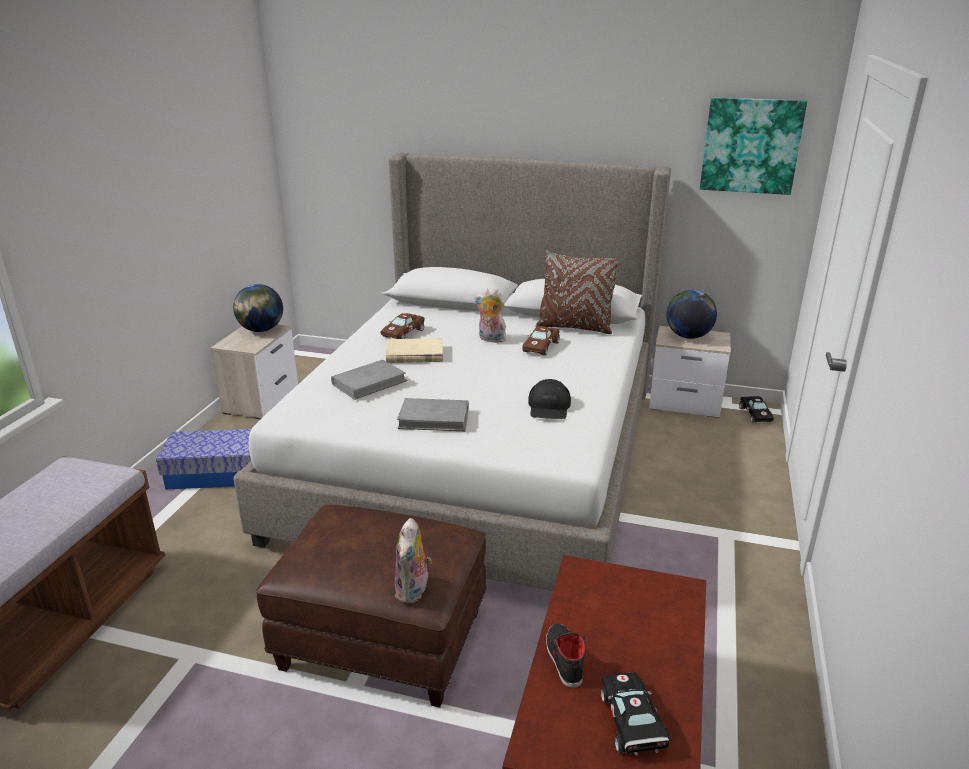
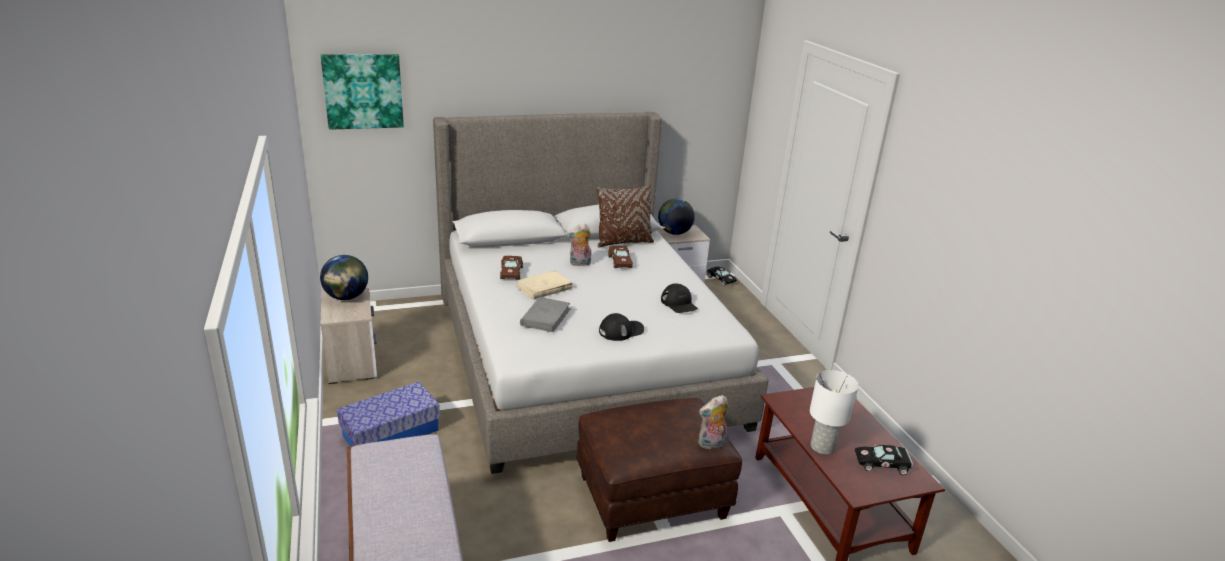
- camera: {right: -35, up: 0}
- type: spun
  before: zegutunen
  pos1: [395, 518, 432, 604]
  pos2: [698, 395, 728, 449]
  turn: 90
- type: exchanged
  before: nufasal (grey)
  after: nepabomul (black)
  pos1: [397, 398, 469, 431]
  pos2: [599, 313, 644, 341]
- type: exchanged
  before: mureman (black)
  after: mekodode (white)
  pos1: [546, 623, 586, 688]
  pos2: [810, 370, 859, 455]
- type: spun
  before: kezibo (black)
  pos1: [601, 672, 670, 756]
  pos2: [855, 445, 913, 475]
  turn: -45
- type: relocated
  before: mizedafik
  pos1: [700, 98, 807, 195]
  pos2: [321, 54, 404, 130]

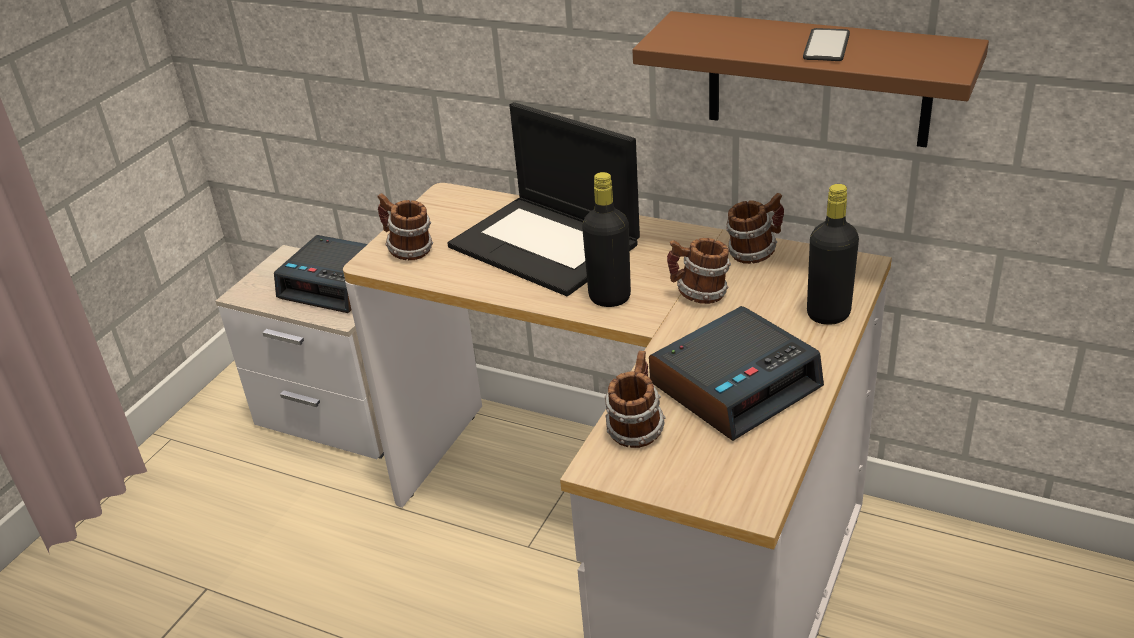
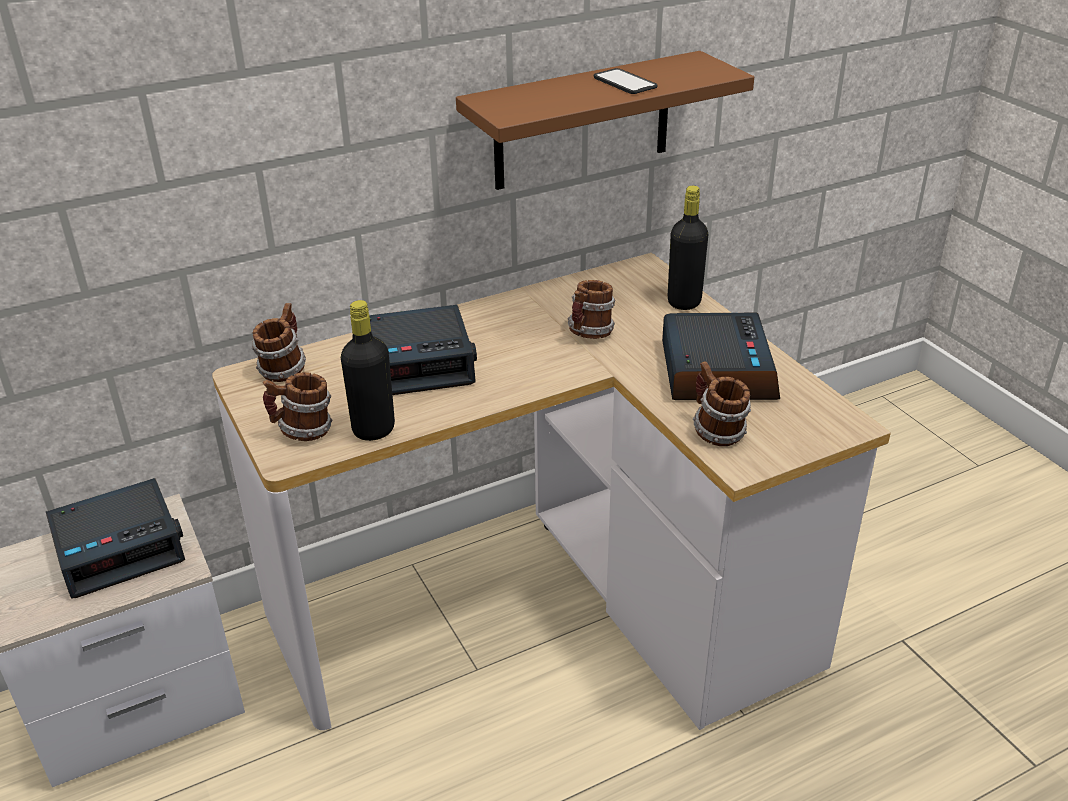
- camera: {right: -55, up: 0}
- type: exchanged
  before: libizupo
  after: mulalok
  pos1: [447, 102, 640, 296]
  pos2: [369, 305, 477, 395]
- type: relocated
  before: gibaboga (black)
  pos1: [582, 172, 631, 307]
  pos2: [341, 300, 395, 441]
- type: relocated
  before: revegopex
  pos1: [726, 193, 784, 264]
  pos2: [252, 303, 306, 382]

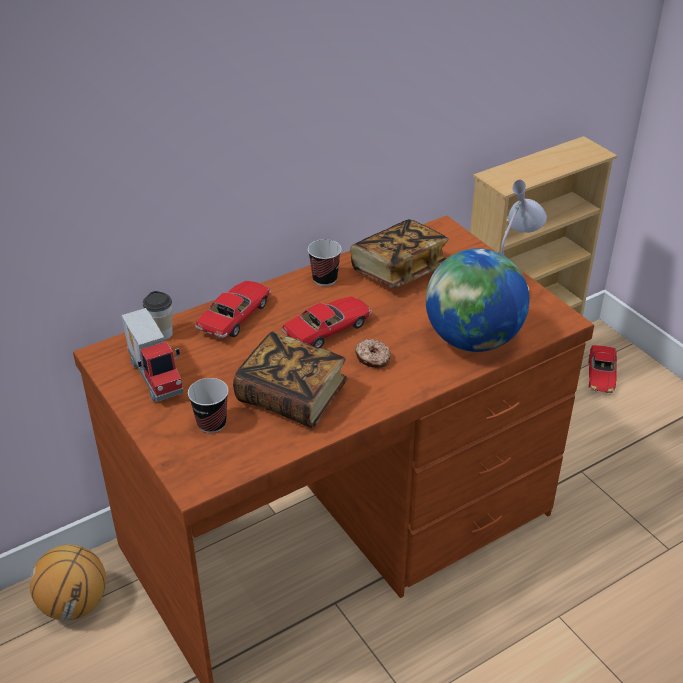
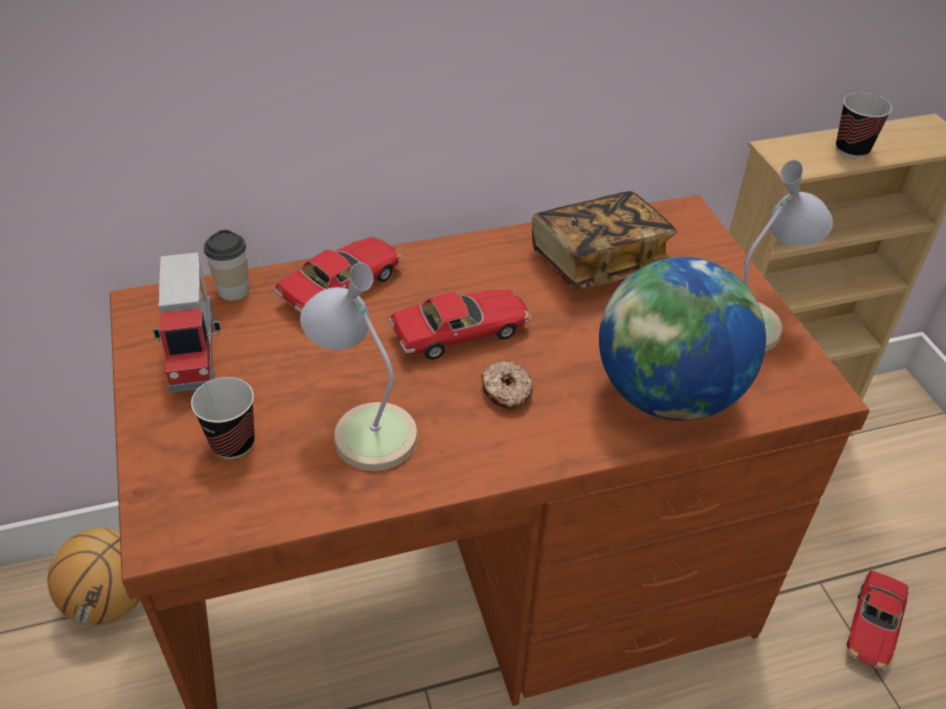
- camera: {right: 15, up: 5}
- type: exchanged
  before: nufasal
  after: mekodode
  pos1: [233, 331, 348, 428]
  pos2: [300, 263, 418, 471]
- type: relocated
  before: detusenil
  pos1: [308, 239, 342, 286]
  pos2: [836, 92, 892, 158]
- type: relocated
  before: kezibo
  pos1: [588, 345, 617, 393]
  pos2: [847, 571, 909, 670]

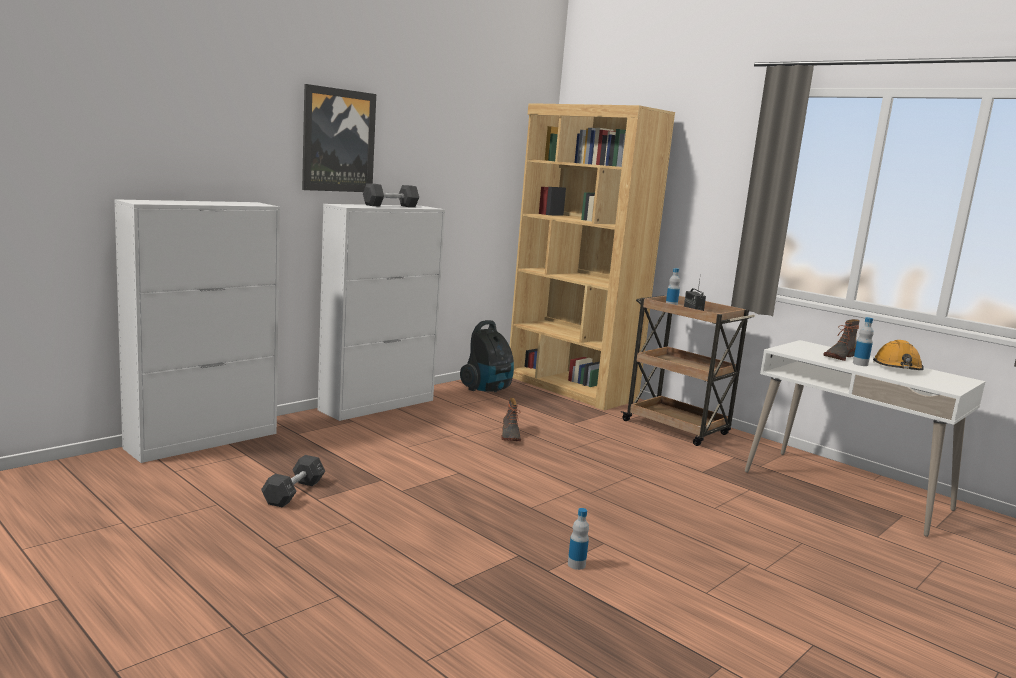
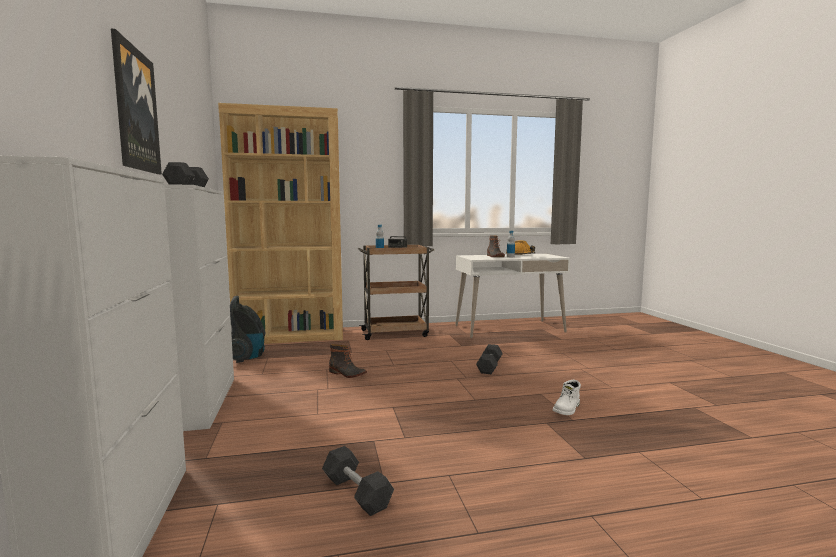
- camera: {right: -55, up: -5}
- type: exchanged
  before: gibaboga
  after: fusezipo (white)
  pos1: [568, 508, 589, 570]
  pos2: [553, 380, 581, 415]
- type: appeared
  after: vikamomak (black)
  pos2: [476, 344, 503, 374]

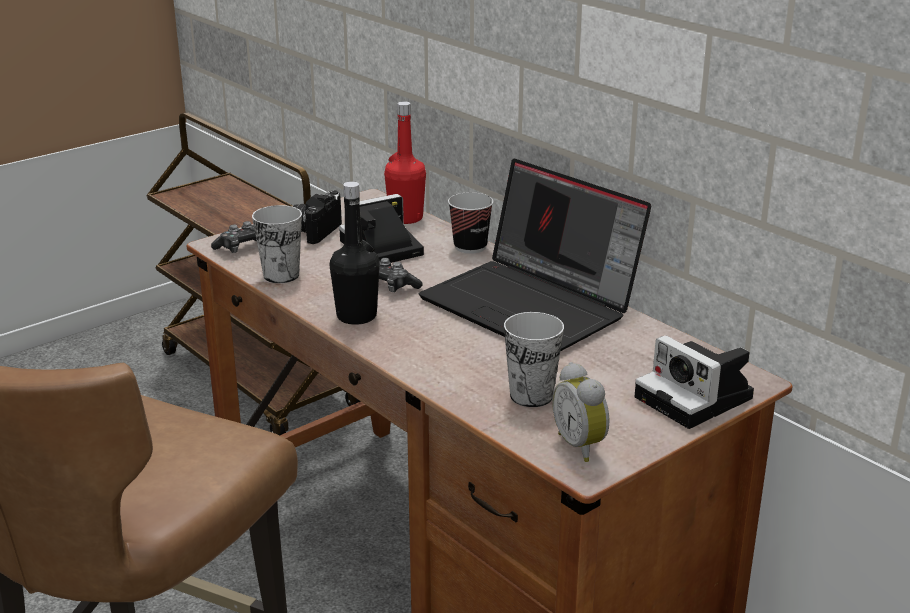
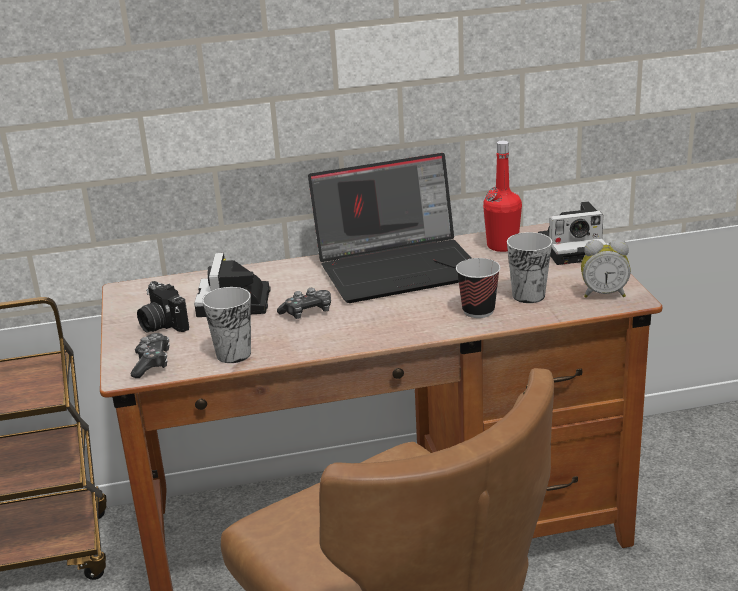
- camera: {right: -60, up: 0}
- type: missing
  before: gibaboga (black)
  pos1: [330, 181, 380, 325]
- type: relocated
  before: gibaboga (red)
  pos1: [384, 101, 426, 224]
  pos2: [483, 141, 522, 252]
- type: relocated
  before: detusenil
  pos1: [448, 192, 493, 254]
  pos2: [456, 258, 500, 318]

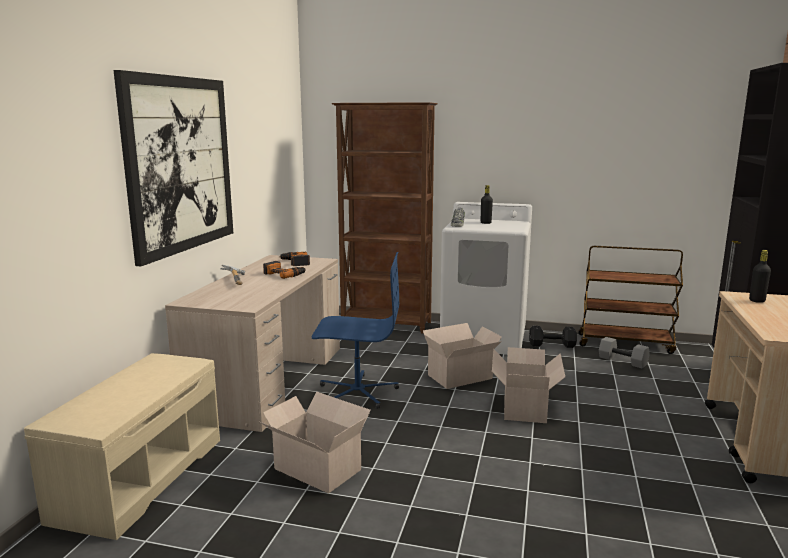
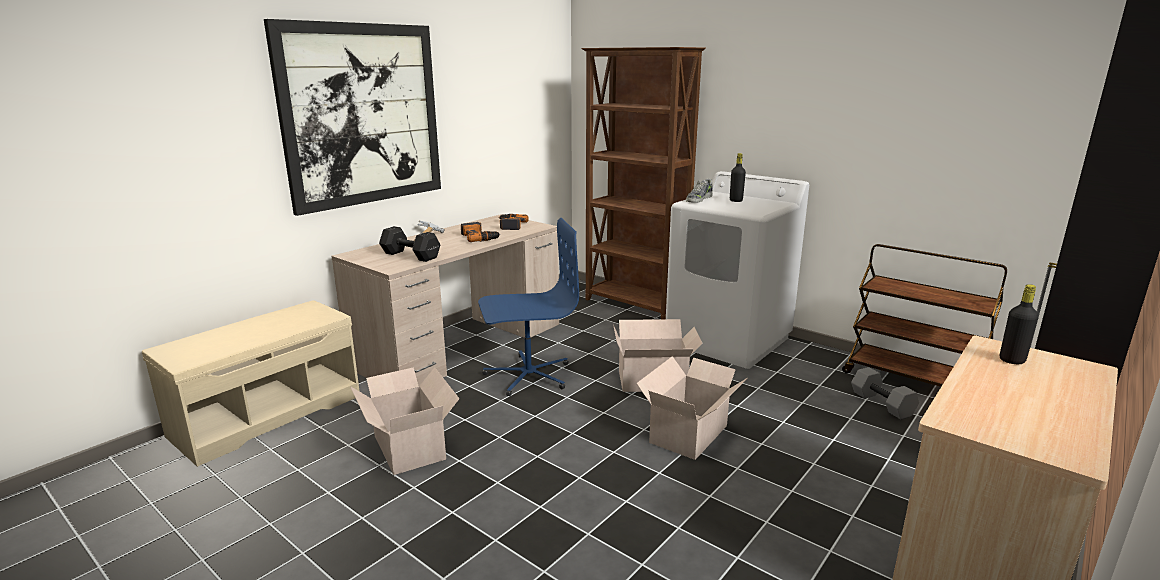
- camera: {right: 25, up: 5}
- type: spun
  before: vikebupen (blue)
  pos1: [312, 252, 399, 409]
  pos2: [478, 218, 579, 396]
  turn: -45
- type: relocated
  before: vikamomak (black)
  pos1: [529, 326, 577, 348]
  pos2: [379, 226, 440, 262]

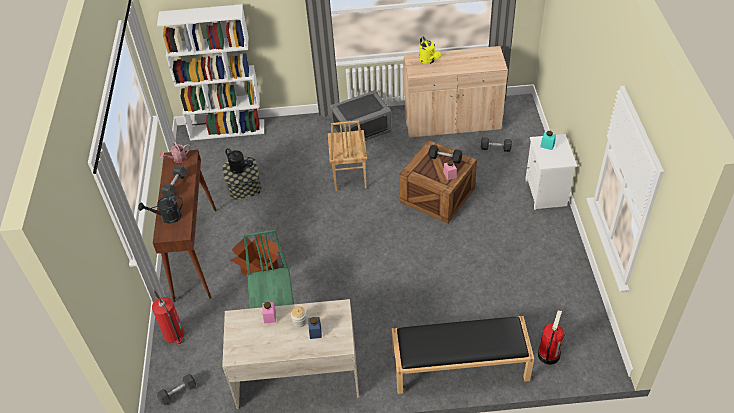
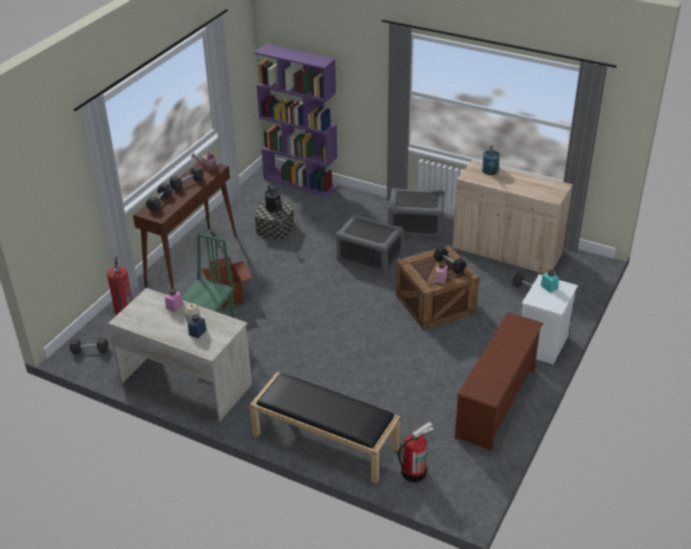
- camera: {right: 30, up: -10}
- type: exchanged
  before: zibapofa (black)
  after: vikamomak (black)
  pos1: [138, 195, 183, 224]
  pos2: [145, 183, 173, 212]
- type: colour
  before: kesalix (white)
  after: kesalix (purple)
  pos1: [157, 4, 264, 141]
  pos2: [254, 44, 338, 197]
- type: exchanged
  before: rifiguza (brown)
  after: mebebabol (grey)
  pos1: [328, 121, 367, 191]
  pos2: [336, 214, 403, 275]
- type: colour
  before: zibapofa (yellow)
  after: zibapofa (turquoise)
  pos1: [419, 37, 441, 64]
  pos2: [482, 145, 500, 175]
- type: appeared
  after: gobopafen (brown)
  pos2: [455, 312, 543, 450]

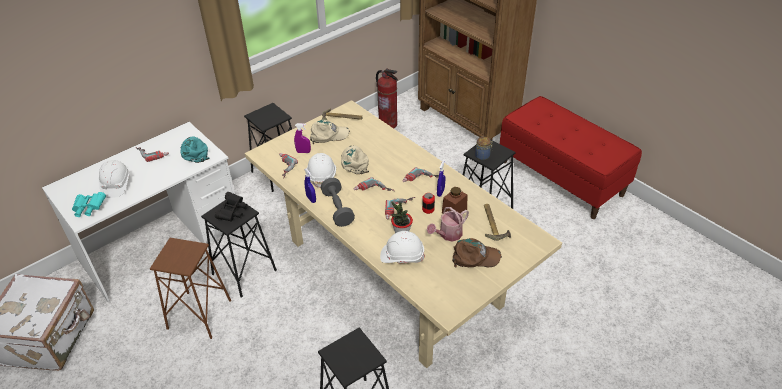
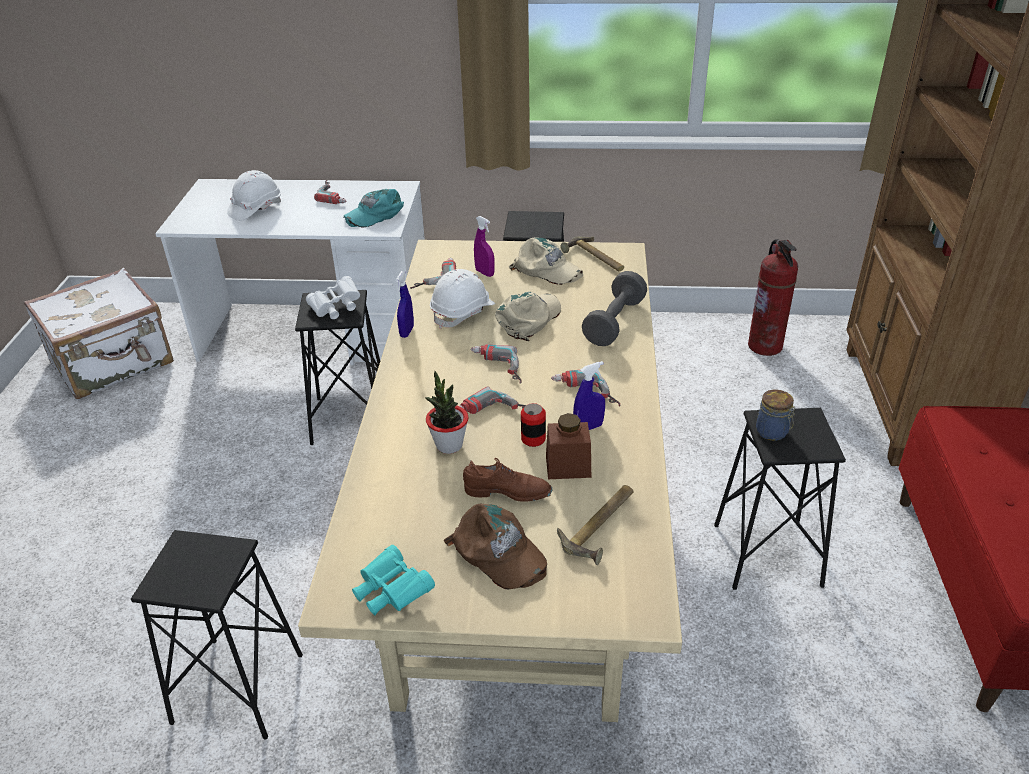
- camera: {right: 45, up: -5}
- type: relocated
  before: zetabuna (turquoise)
  pos1: [72, 192, 106, 217]
  pos2: [352, 545, 435, 615]
- type: missing
  before: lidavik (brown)
  pos1: [150, 238, 231, 339]
- type: spun
  before: nepabomul (turquoise)
  pos1: [180, 137, 209, 163]
  pos2: [344, 189, 404, 227]
  turn: -150
- type: colour
  before: zetabuna (black)
  after: zetabuna (white)
  pos1: [215, 192, 247, 222]
  pos2: [306, 276, 360, 319]
- type: relocated
  before: vikamomak (grey)
  pos1: [321, 178, 355, 227]
  pos2: [582, 271, 647, 346]
- type: missing
  before: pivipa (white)
  pos1: [380, 231, 425, 264]
- type: exchanged
  before: zibapofa
  after: mureman (brown)
  pos1: [427, 207, 469, 242]
  pos2: [463, 458, 553, 502]

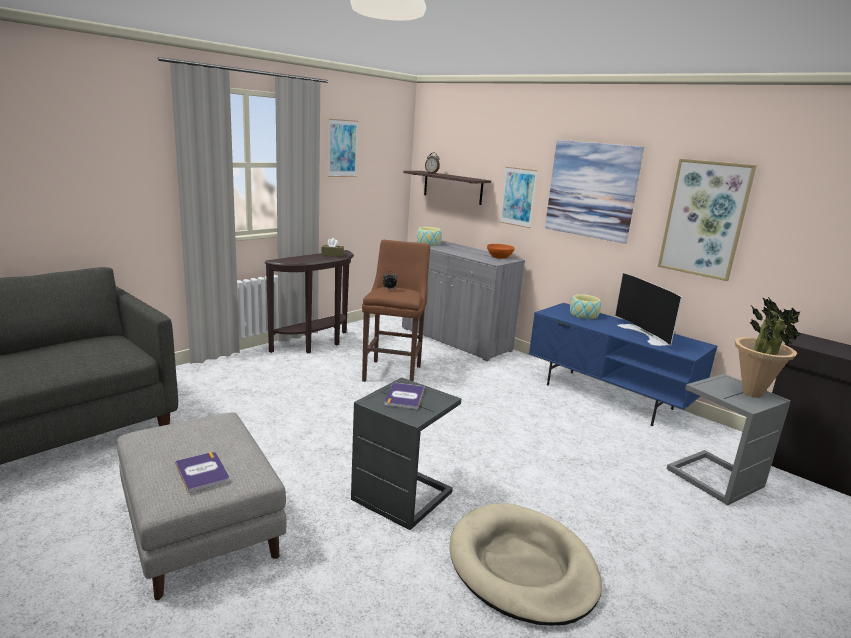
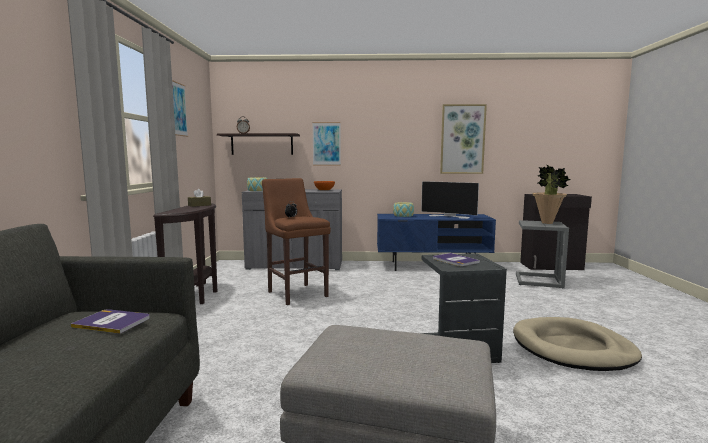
- camera: {right: -40, up: -10}
- type: relocated
  before: nufasal
  pos1: [175, 452, 229, 493]
  pos2: [71, 309, 150, 334]
- type: missing
  before: mizedafik
  pos1: [545, 140, 644, 244]

